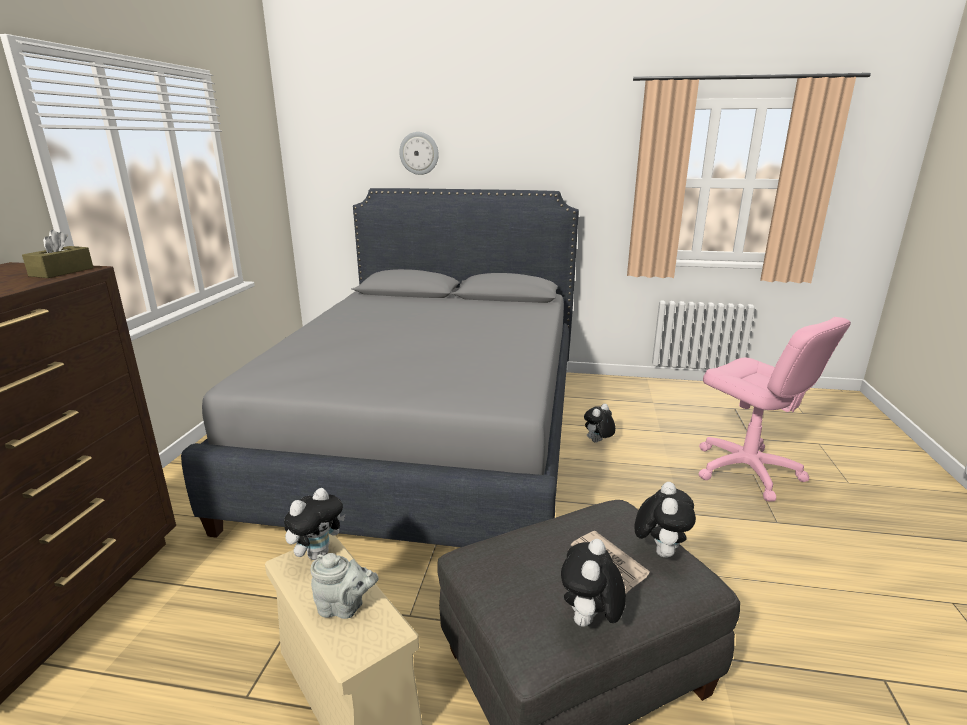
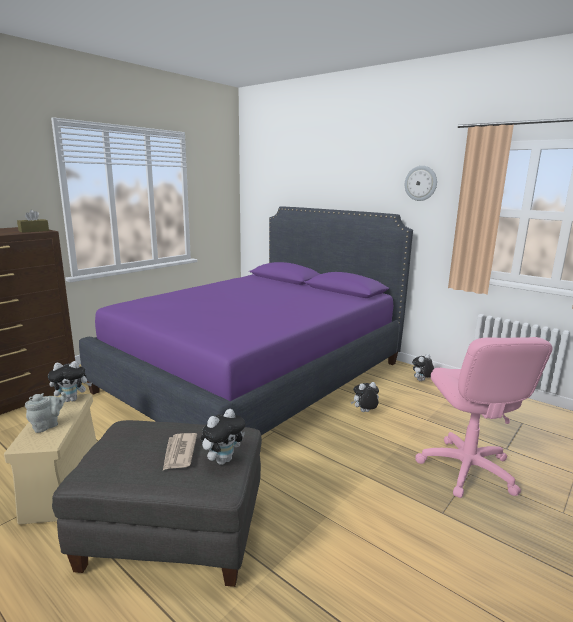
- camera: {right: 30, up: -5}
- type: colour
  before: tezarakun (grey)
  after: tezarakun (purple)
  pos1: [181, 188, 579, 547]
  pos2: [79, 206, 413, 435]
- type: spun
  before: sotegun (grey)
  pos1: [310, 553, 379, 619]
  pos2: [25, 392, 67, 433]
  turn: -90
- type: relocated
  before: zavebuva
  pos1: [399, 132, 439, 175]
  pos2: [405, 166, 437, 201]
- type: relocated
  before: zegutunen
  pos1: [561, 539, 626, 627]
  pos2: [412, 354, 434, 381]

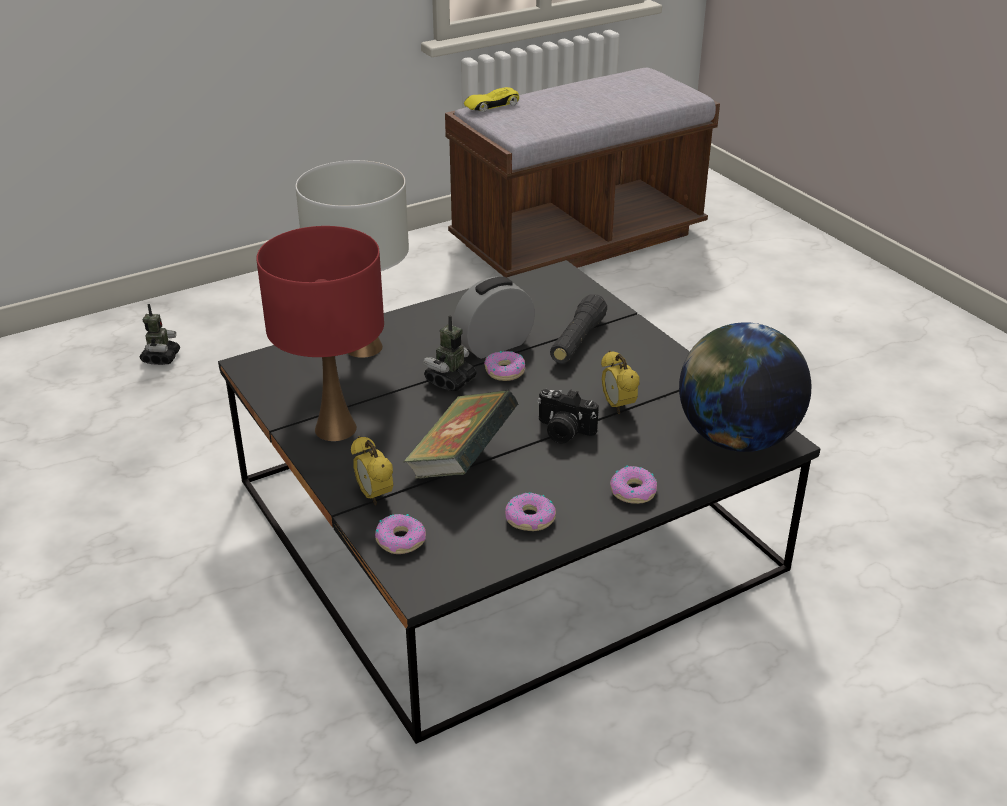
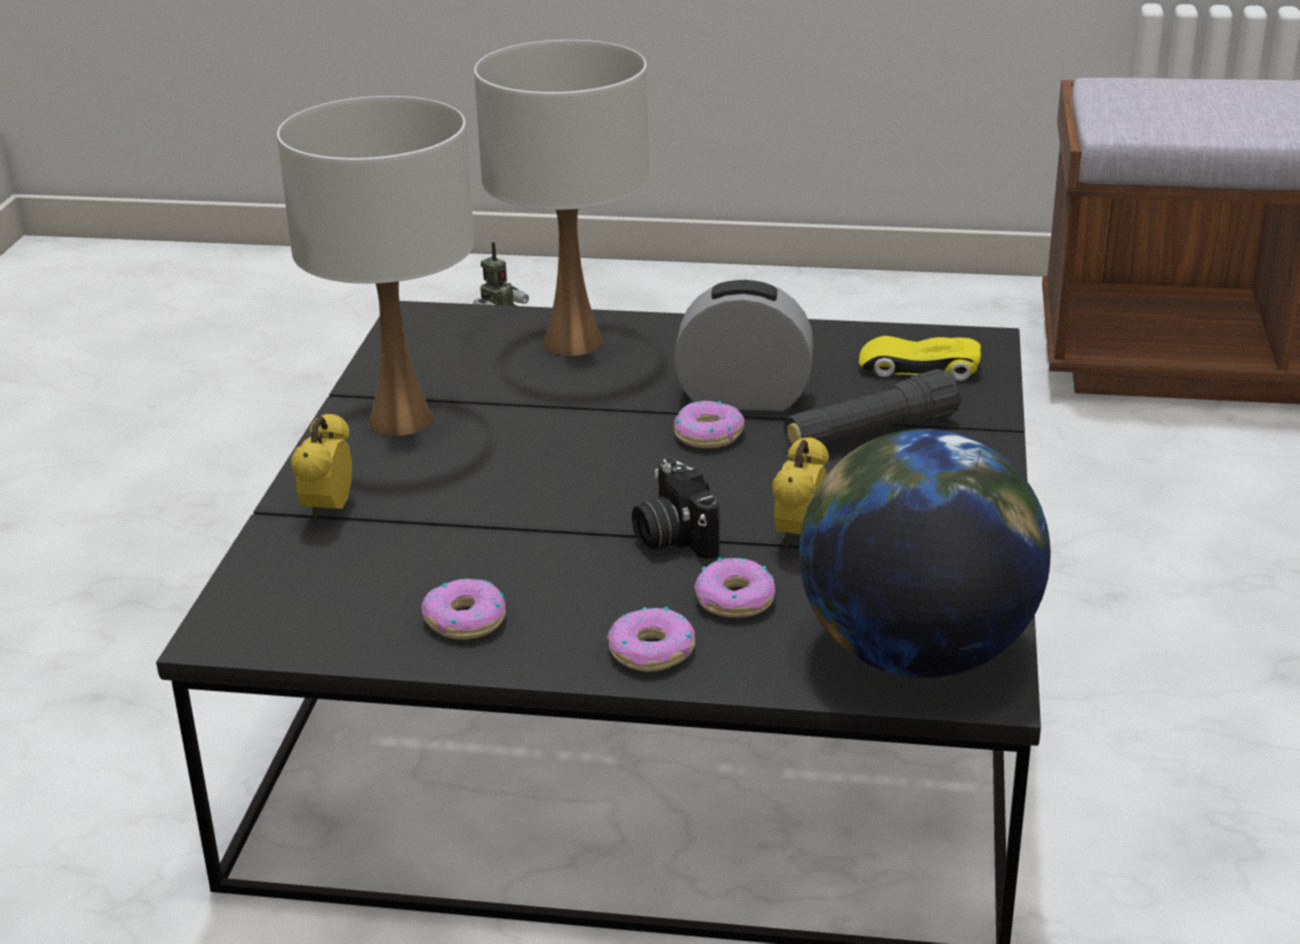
- camera: {right: 40, up: -5}
- type: colour
  before: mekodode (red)
  after: mekodode (white)
  pos1: [256, 226, 384, 441]
  pos2: [277, 96, 474, 436]
- type: relocated
  before: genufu
  pos1: [375, 514, 426, 554]
  pos2: [694, 557, 775, 618]
- type: missing
  before: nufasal
  pos1: [403, 390, 519, 479]
- type: missing
  before: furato
  pos1: [423, 315, 477, 391]
- type: relocated
  before: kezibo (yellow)
  pos1: [464, 87, 519, 112]
  pos2: [859, 336, 981, 381]

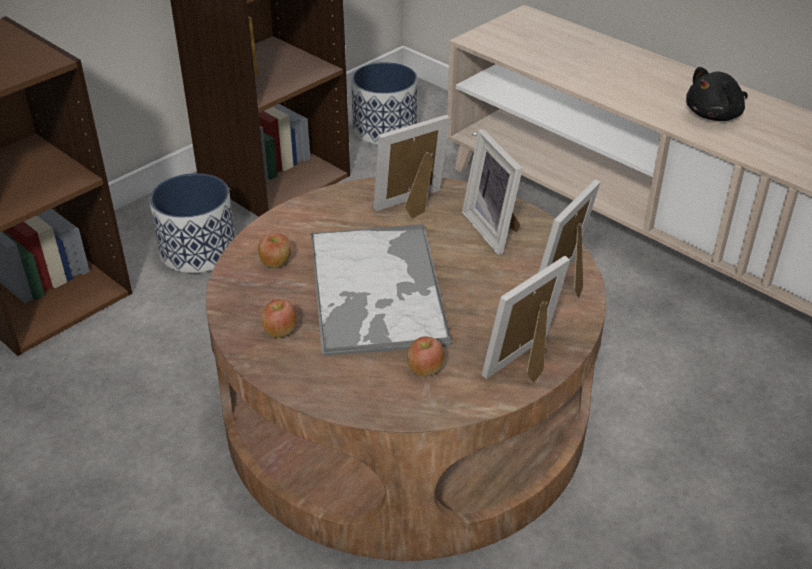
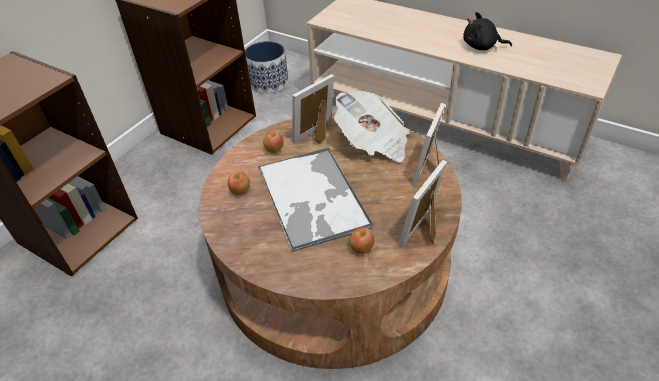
- camera: {right: -10, up: 5}
- type: missing
  before: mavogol
  pos1: [149, 173, 235, 273]
- type: relocated
  before: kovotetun
  pos1: [261, 299, 297, 338]
  pos2: [263, 131, 283, 153]
- type: exchanged
  before: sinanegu
  after: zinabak
  pos1: [462, 129, 523, 255]
  pos2: [334, 91, 409, 162]
- type: spun
  before: zegutunen (black)
  pos1: [686, 67, 748, 121]
  pos2: [463, 12, 512, 50]
  turn: 60

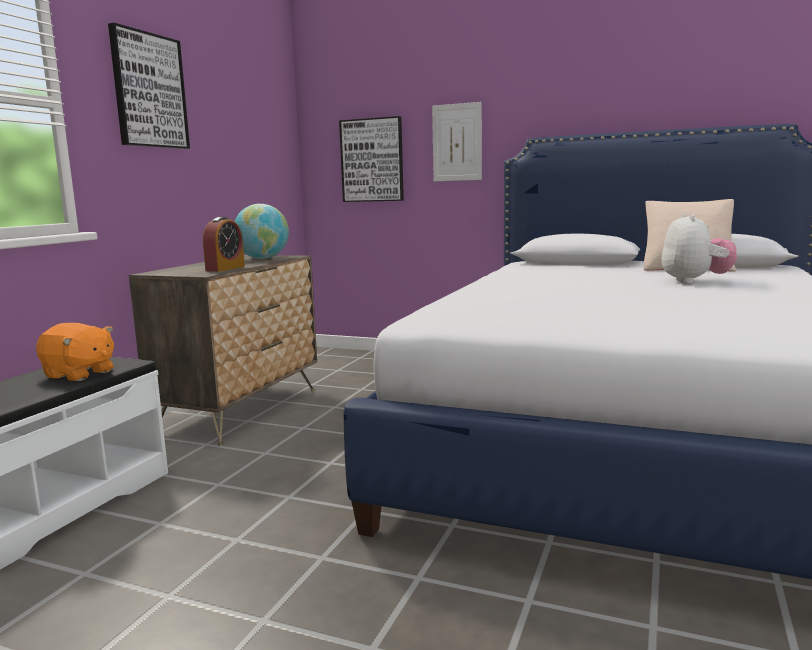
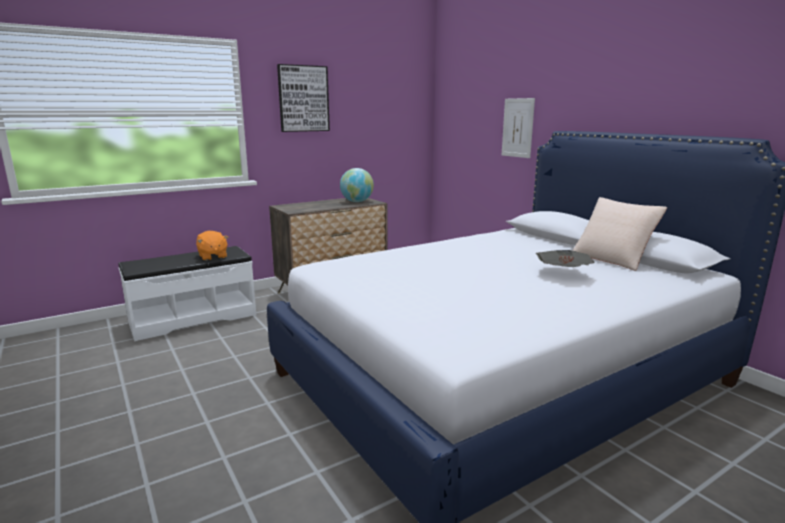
- camera: {right: 35, up: 5}
- type: missing
  before: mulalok
  pos1: [203, 217, 245, 272]
- type: missing
  before: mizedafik
  pos1: [339, 116, 404, 202]
- type: exchanged
  before: zegutunen
  after: zinabak
  pos1: [662, 213, 737, 284]
  pos2: [535, 250, 595, 267]

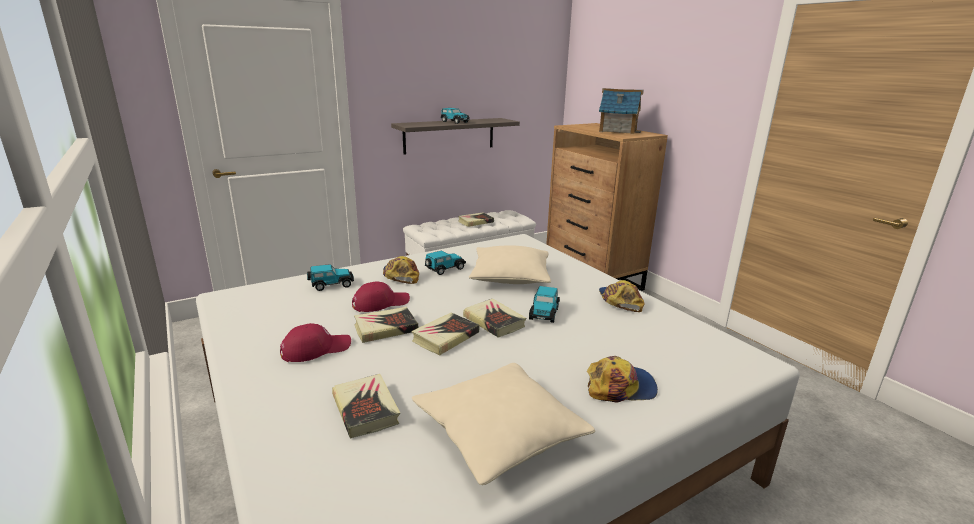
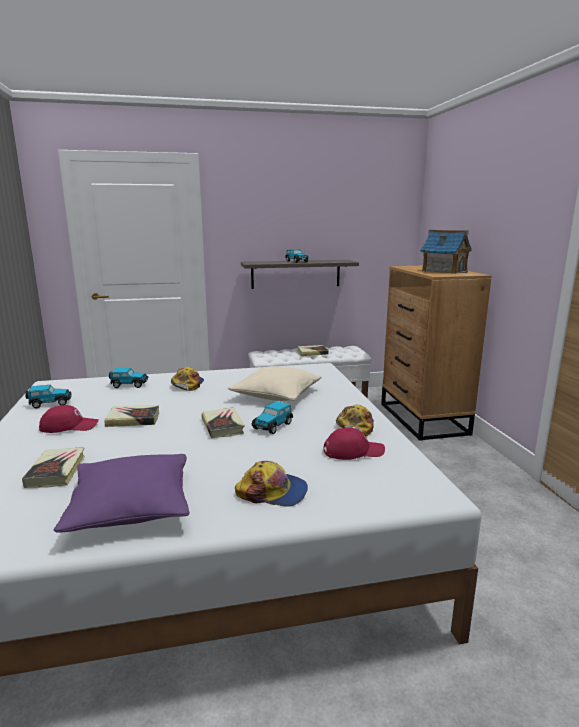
- camera: {right: 20, up: -5}
- type: relocated
  before: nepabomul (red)
  pos1: [352, 281, 410, 312]
  pos2: [323, 427, 385, 460]
- type: missing
  before: nufasal
  pos1: [411, 312, 479, 356]
- type: colour
  before: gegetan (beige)
  after: gegetan (purple)
  pos1: [412, 363, 595, 485]
  pos2: [54, 454, 189, 533]
- type: relocated
  before: kezibo
  pos1: [425, 251, 466, 275]
  pos2: [25, 385, 72, 408]

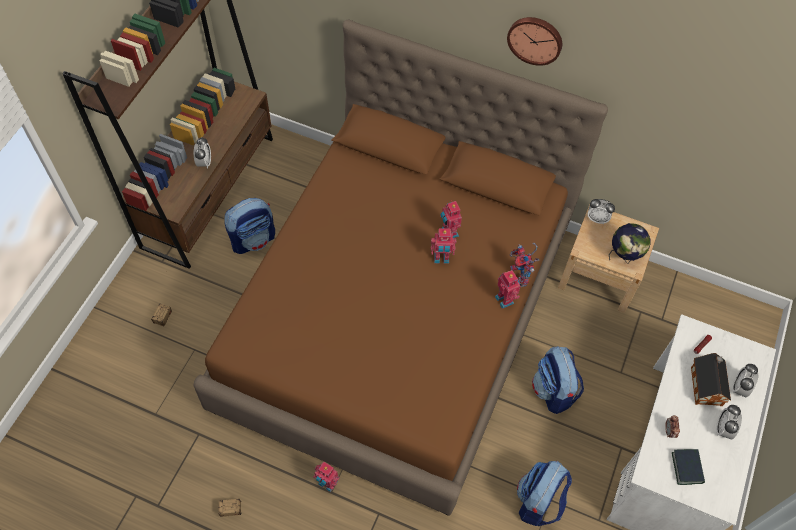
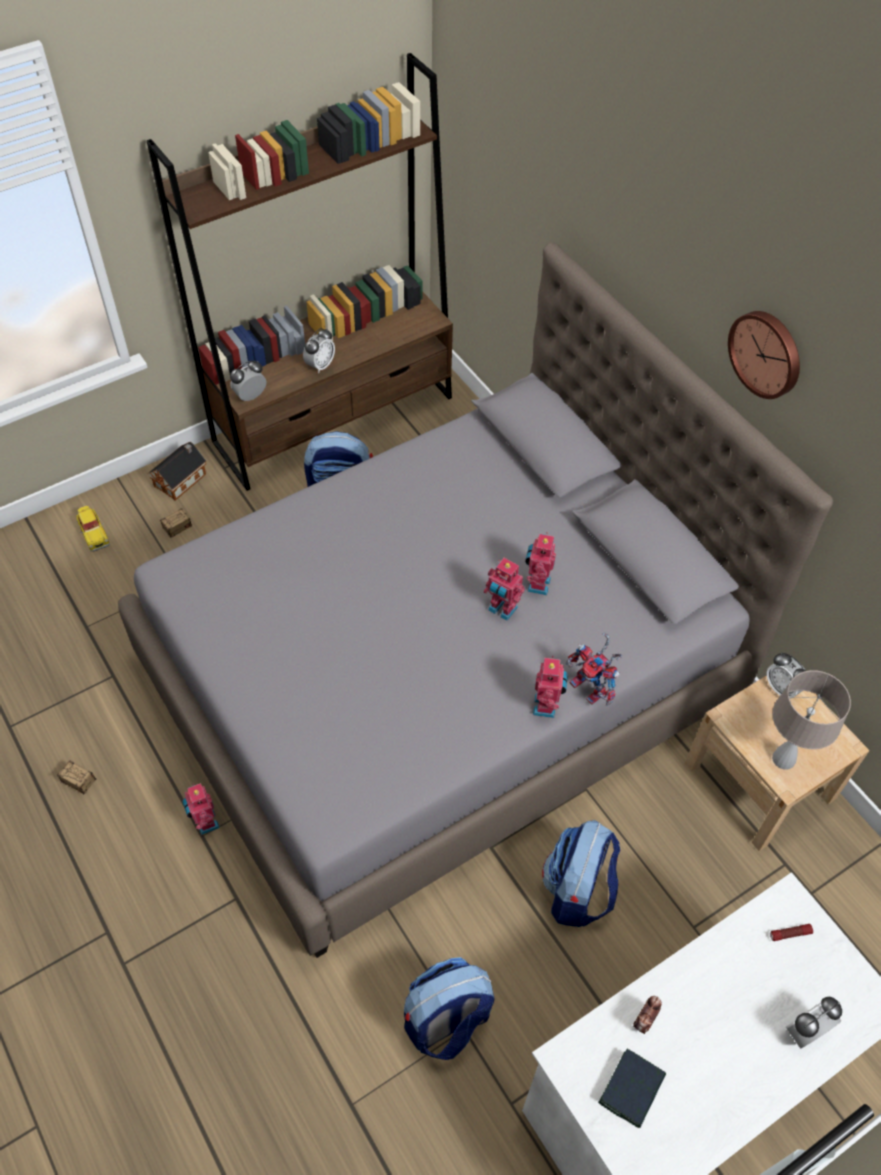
- camera: {right: 35, up: -5}
- type: colour
  before: tezarakun (brown)
  after: tezarakun (grey)
  pos1: [194, 20, 608, 516]
  pos2: [118, 242, 833, 958]
- type: spun
  before: furato
  pos1: [510, 243, 539, 287]
  pos2: [566, 633, 623, 706]
  turn: -60
- type: exchanged
  before: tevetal
  after: mekodode (beige)
  pos1: [609, 223, 651, 264]
  pos2: [772, 670, 851, 770]
- type: relocated
  before: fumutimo
  pos1: [691, 353, 731, 406]
  pos2: [149, 442, 206, 500]
- type: relocated
  before: mulalok
  pos1: [716, 405, 742, 439]
  pos2: [230, 361, 266, 401]
- type: appeared
  after: kezibo
  pos2: [76, 506, 110, 552]

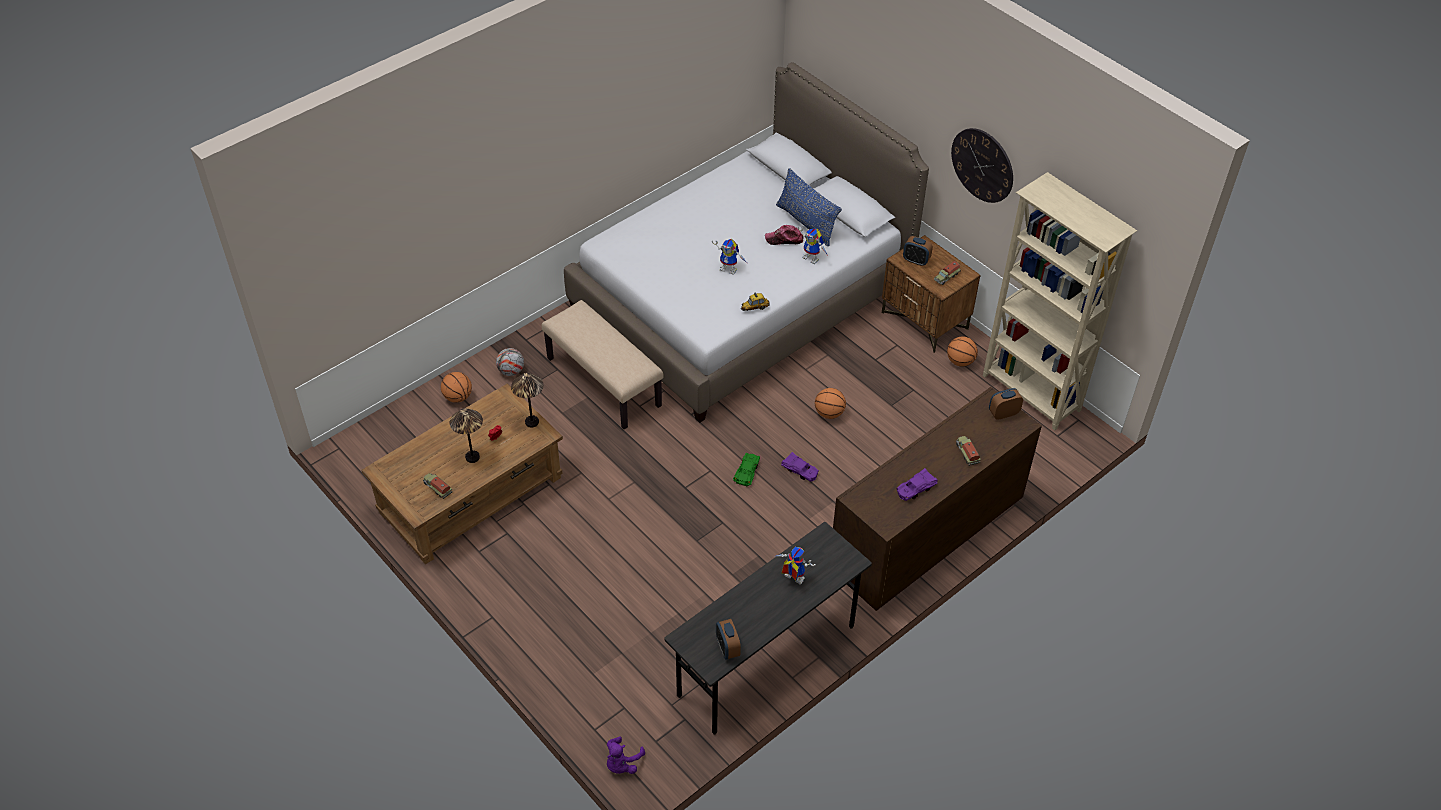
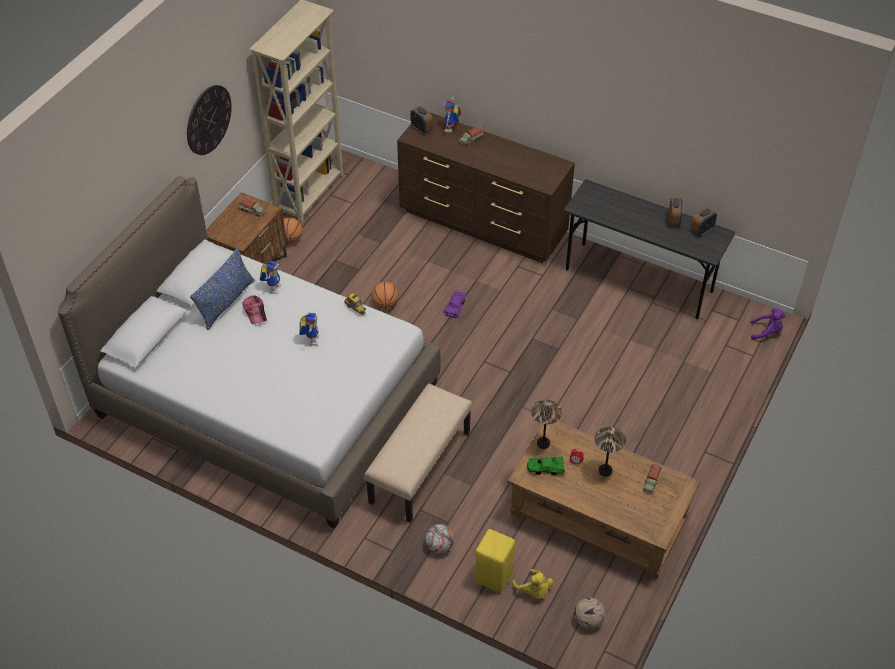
- camera: {right: -110, up: 0}
- type: exchanged
  before: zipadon
  after: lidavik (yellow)
  pos1: [441, 372, 472, 403]
  pos2: [475, 529, 515, 593]
- type: relocated
  before: kezibo (green)
  pos1: [733, 453, 760, 486]
  pos2: [527, 456, 565, 475]
- type: relocated
  before: furato
  pos1: [776, 547, 816, 585]
  pos2: [444, 96, 461, 133]
- type: missing
  before: kezibo (purple)
  pos1: [896, 468, 938, 501]
- type: relocated
  before: mulalok
  pos1: [903, 236, 933, 266]
  pos2: [669, 198, 683, 226]
- type: appeared
  after: zegutunen (yellow)
  pos2: [512, 569, 553, 599]
- type: appeared
  after: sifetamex
  pos2: [574, 598, 605, 629]

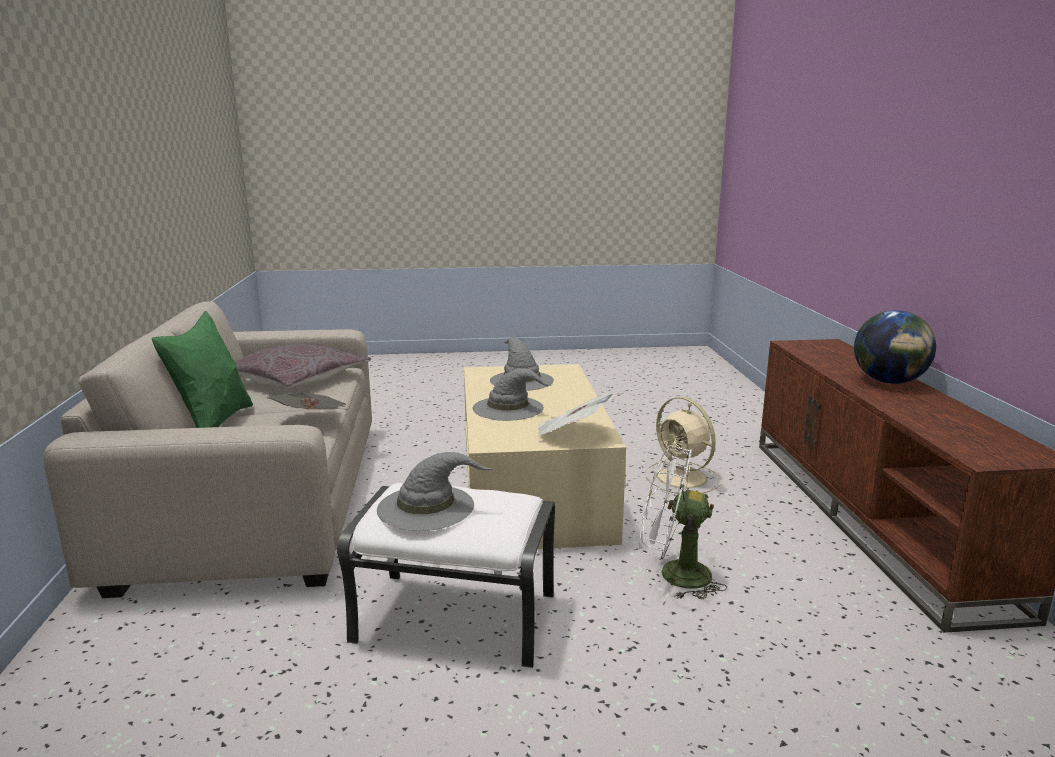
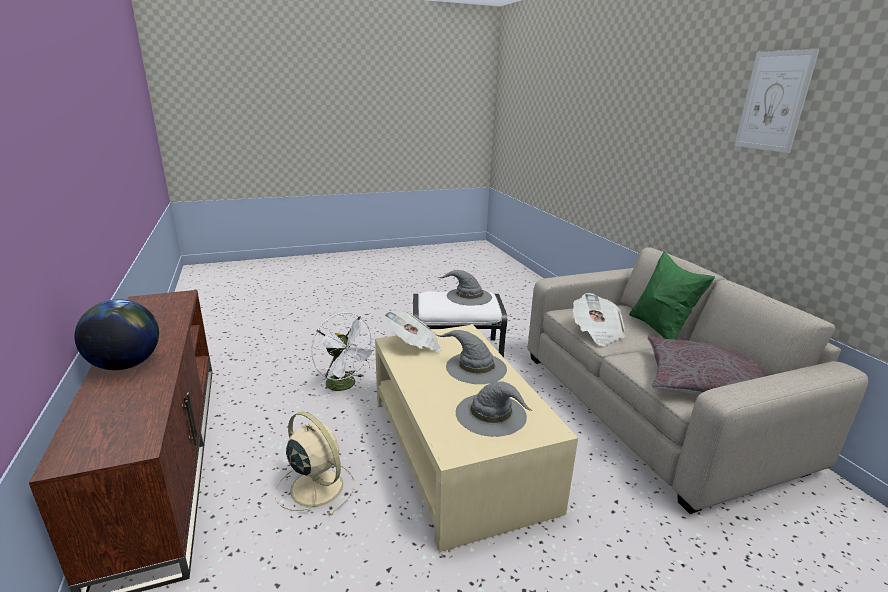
- camera: {right: 165, up: 5}
- type: spun
  before: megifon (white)
  pos1: [639, 445, 727, 600]
  pos2: [311, 312, 375, 398]
  turn: 45
- type: appeared
  after: mizedafik
  pos2: [734, 49, 819, 153]

